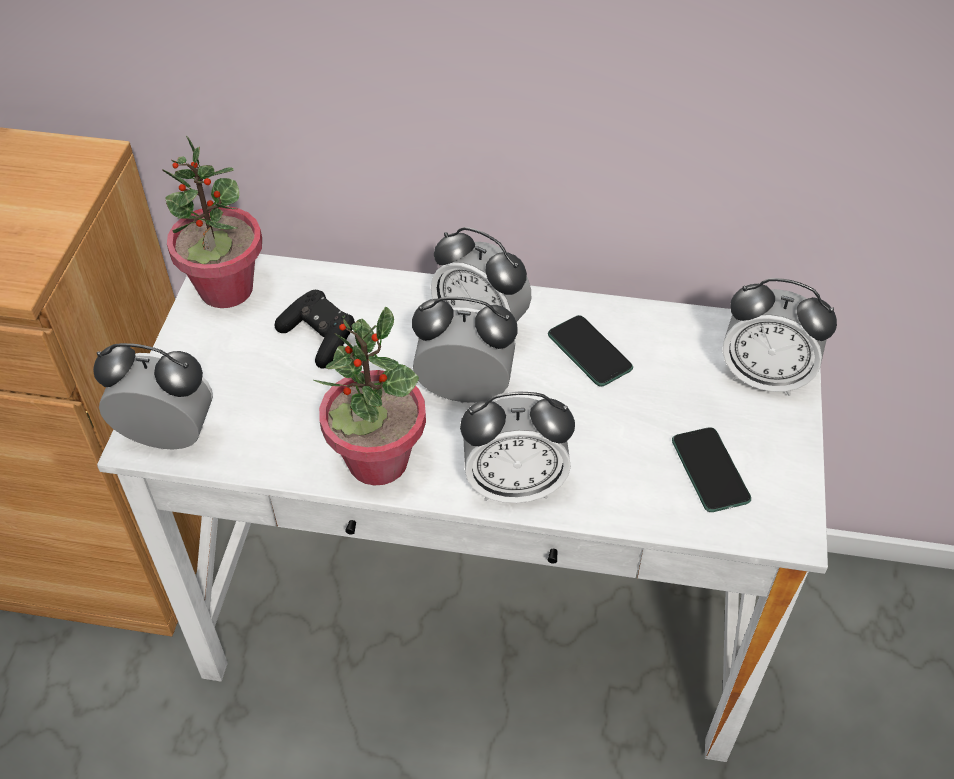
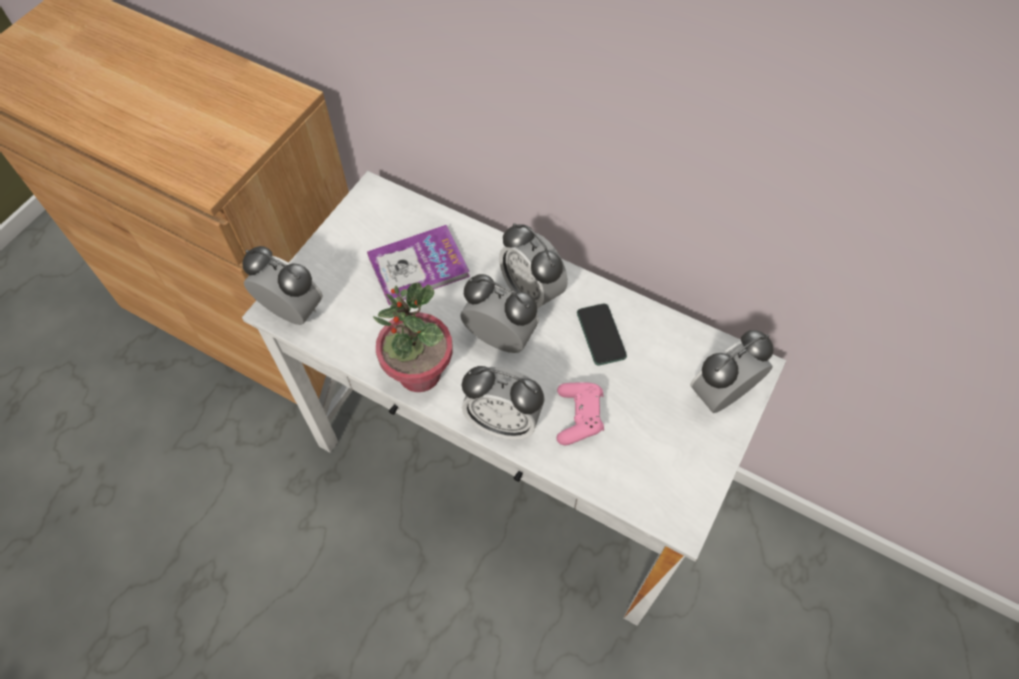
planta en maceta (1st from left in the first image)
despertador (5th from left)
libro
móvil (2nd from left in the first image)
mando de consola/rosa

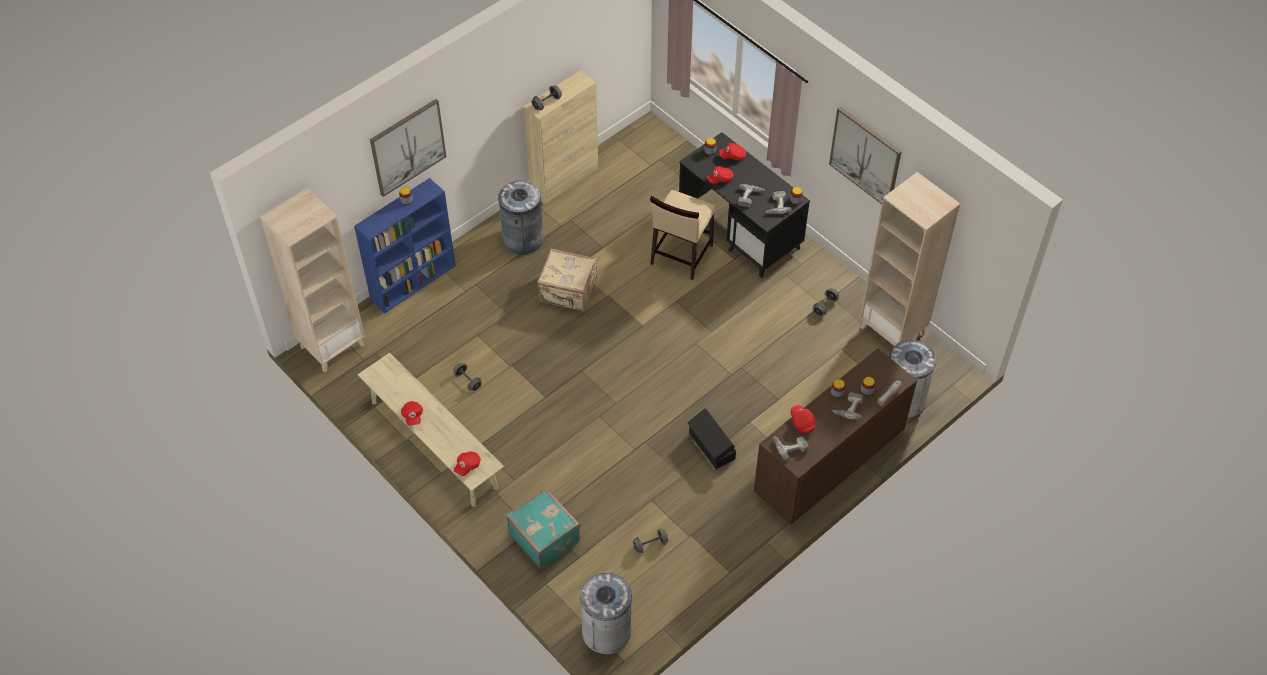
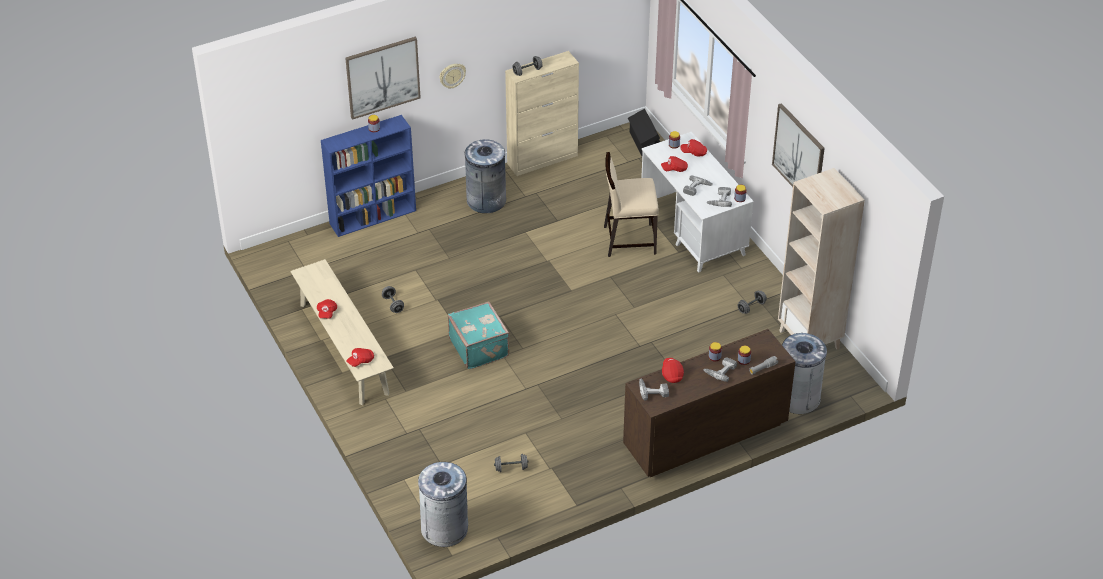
escritorio/blanco
estantería/beis (1st from left in the first image)
silla/beis
maleta/beis
caja de almacenaje/negro
maleta/turquesa
reloj de pared

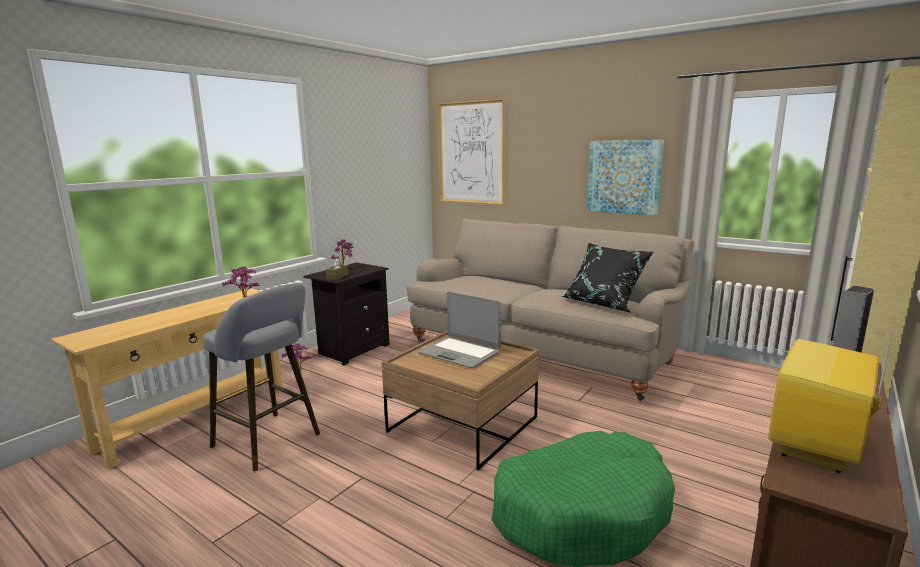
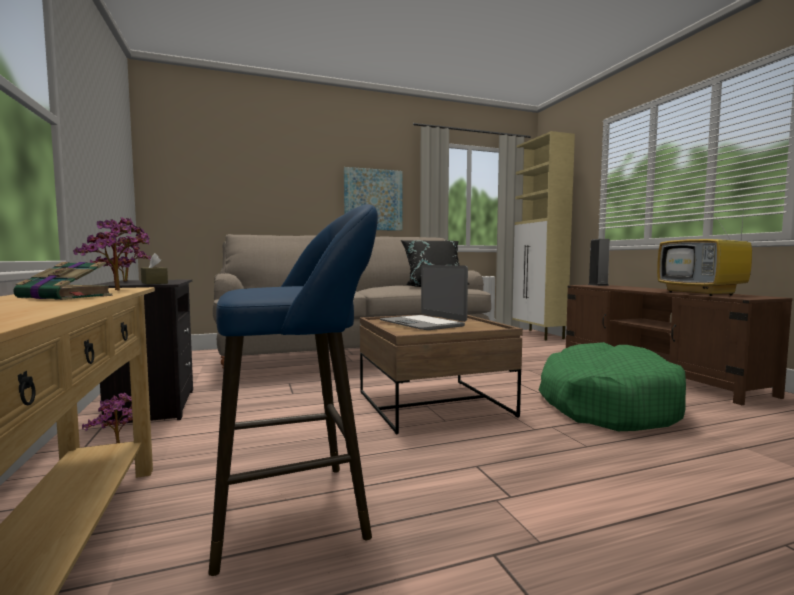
cuadro (1st from left in the first image)
taburete/azul
portátil
libro

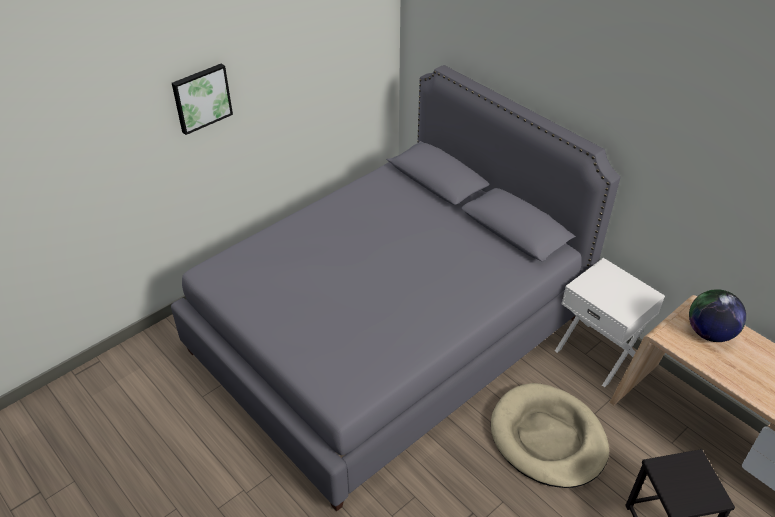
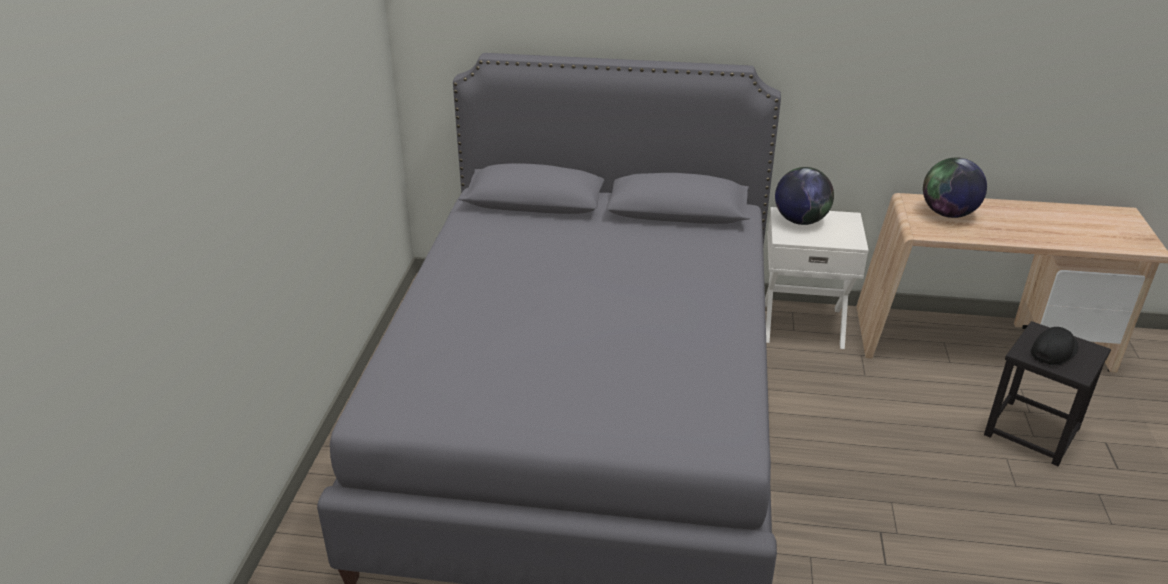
cuadro
cama para perro/beis
globo terráqueo (1st from left)
gorra/negro

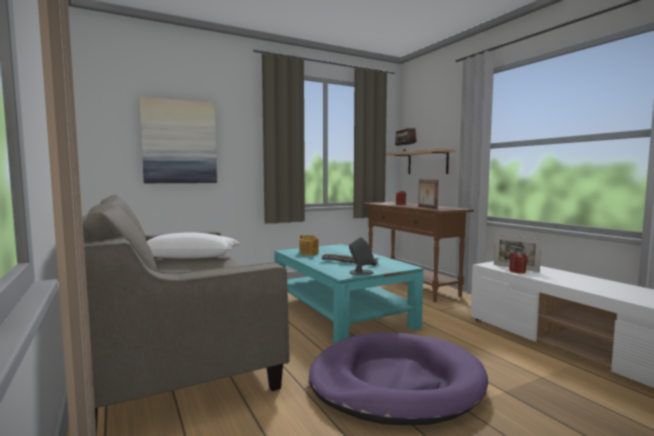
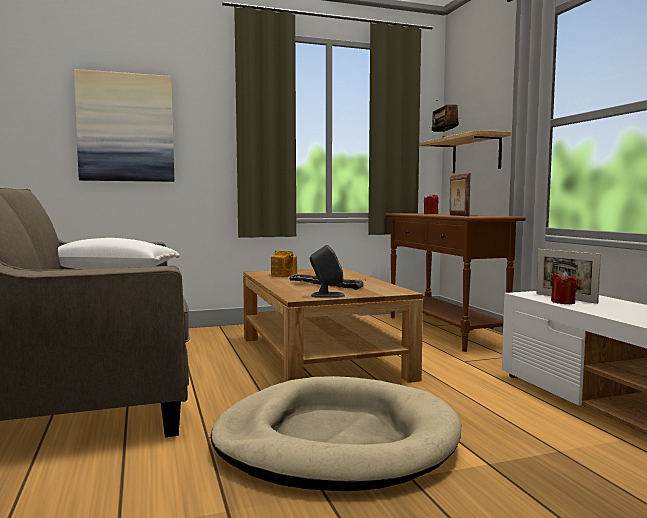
mesa de centro/marrón
cama para perro/beis

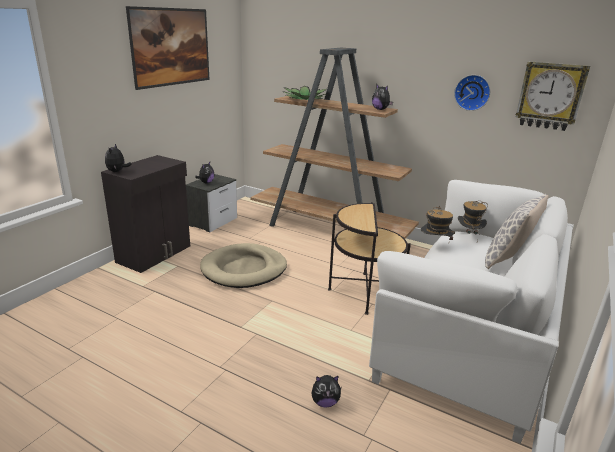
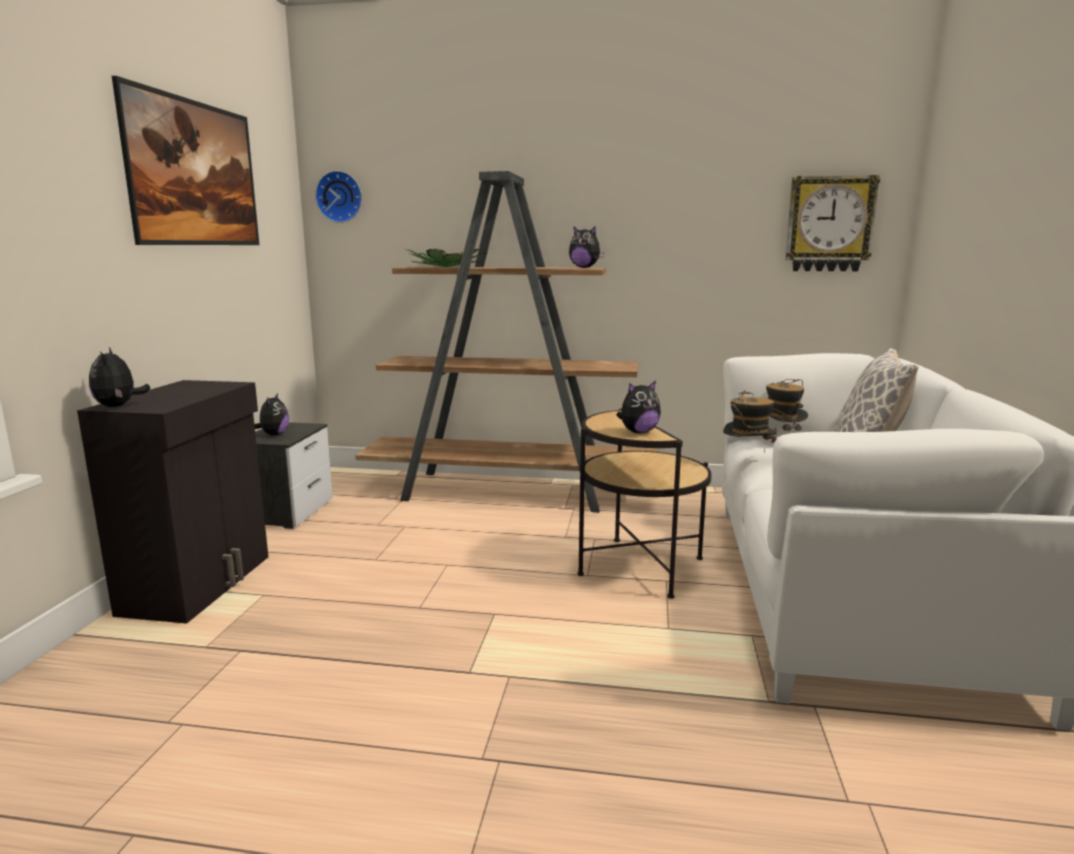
reloj de pared (1st from left)
cama para perro/beis
peluche (4th from left)

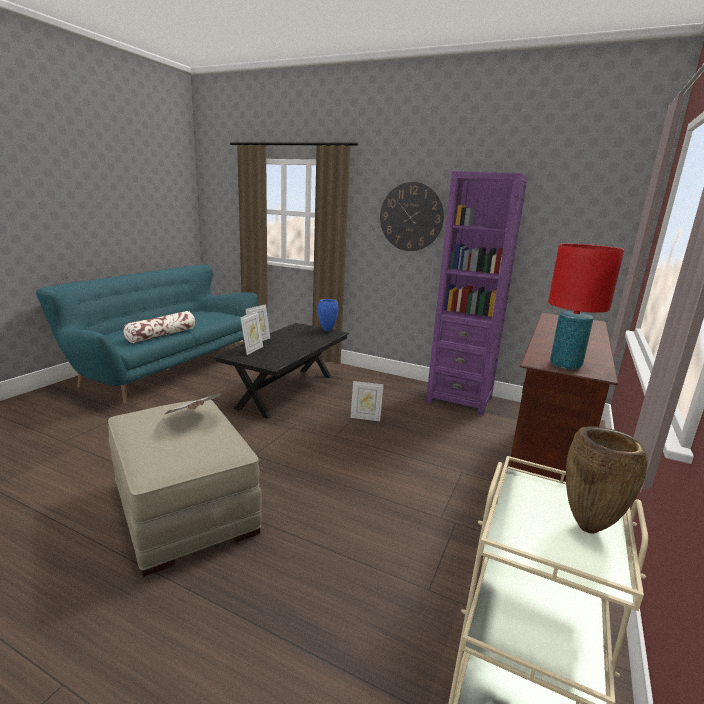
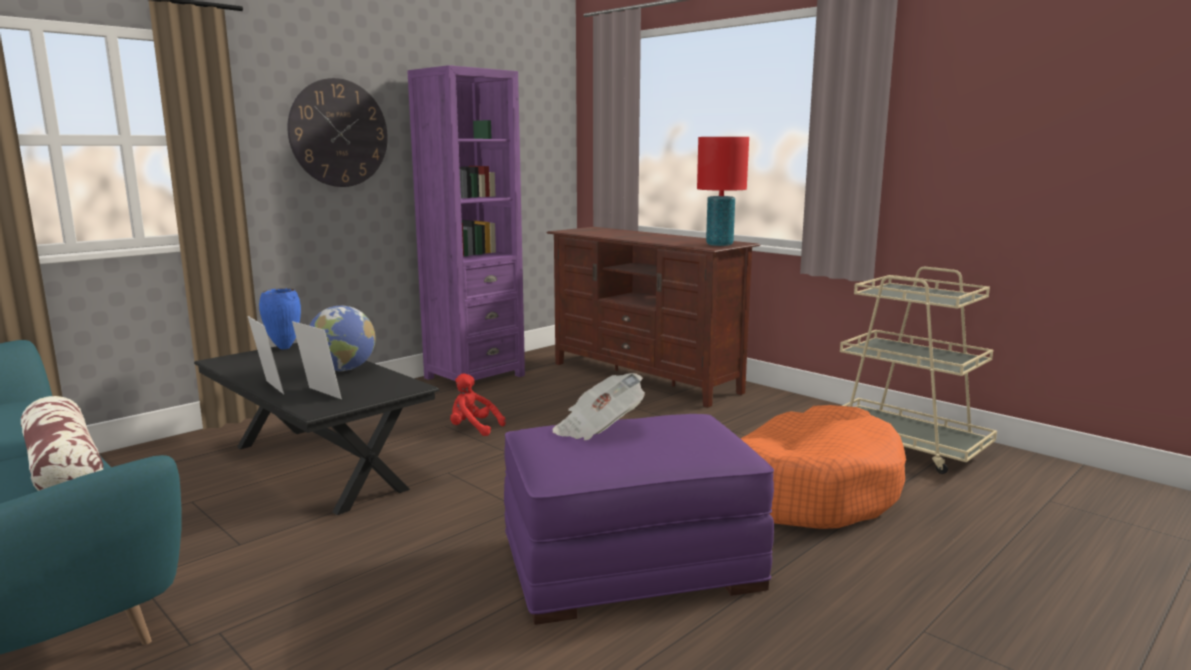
peluche/rojo
puf/morado
florero/marrón
globo terráqueo
cama para perro/naranja

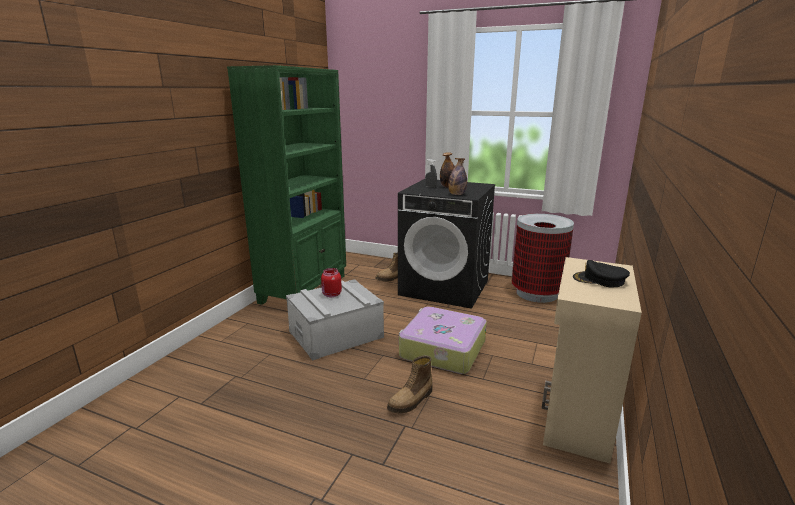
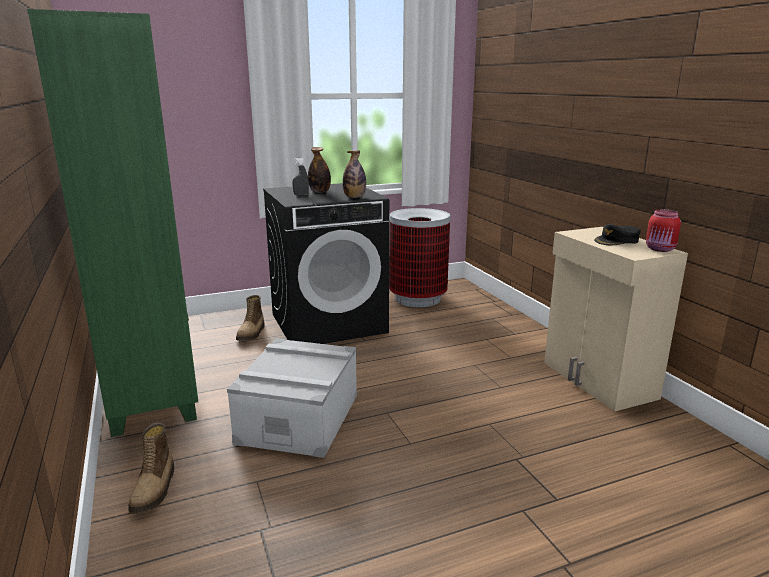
tarro/rojo
maleta
bota (1st from left)

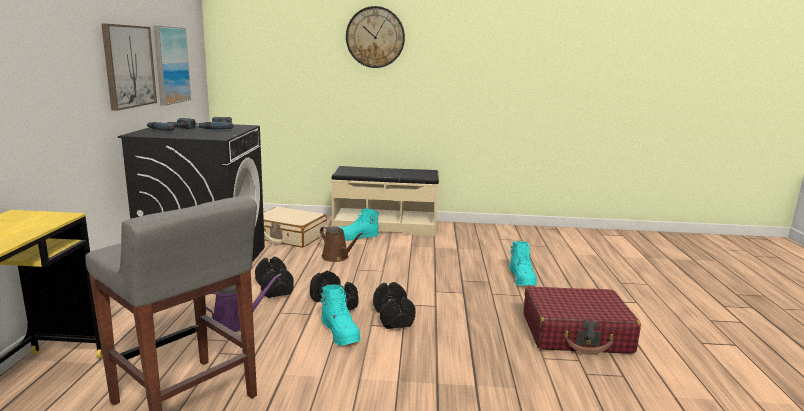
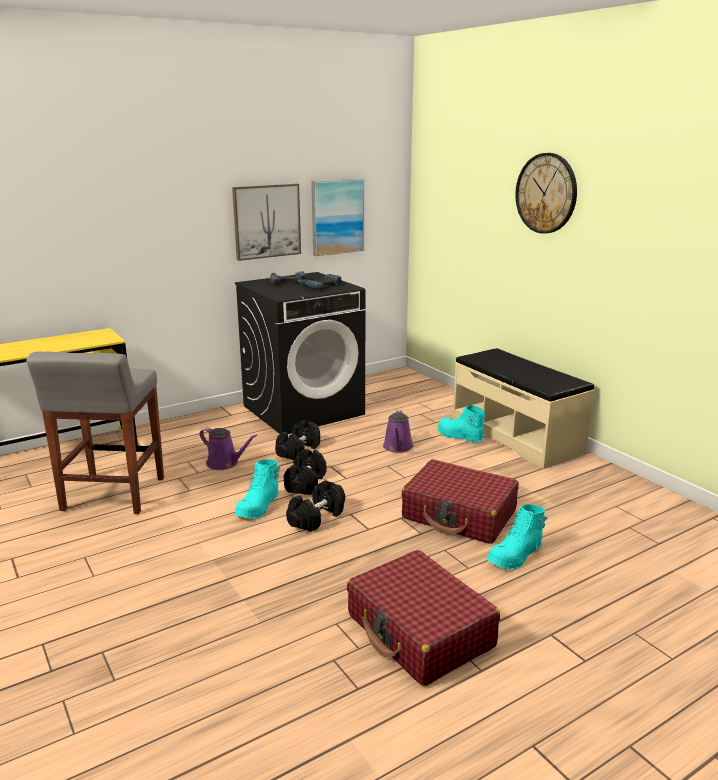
maleta/beis
regadera/morado (2nd from left)
maleta/rojo (2nd from left)

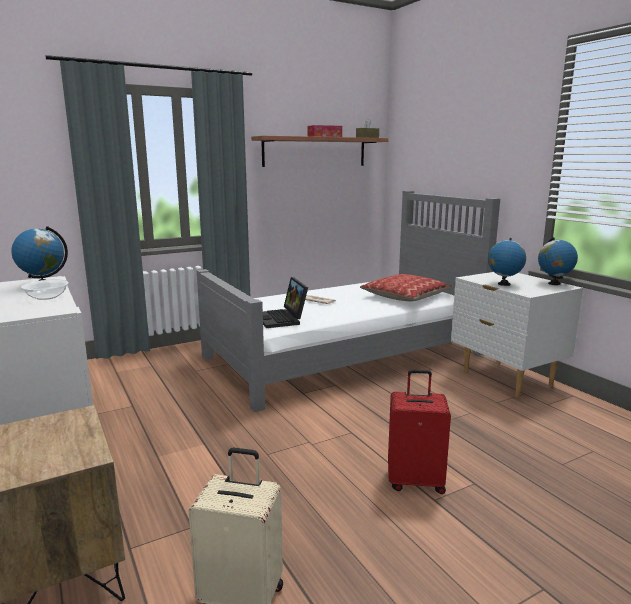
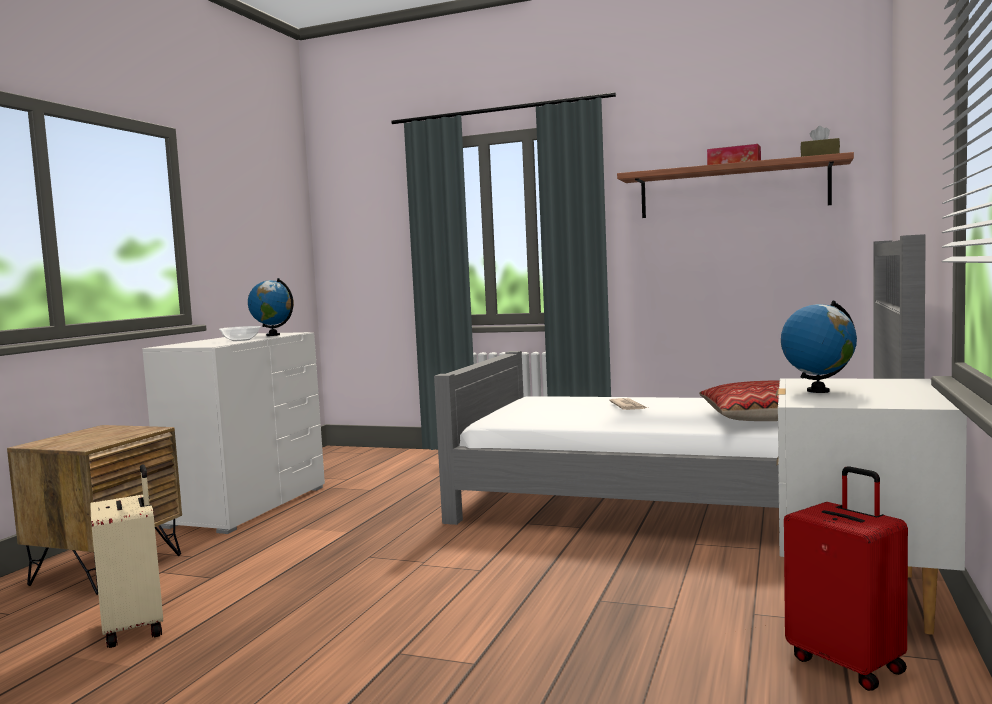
globo terráqueo (3rd from left in the first image)
portátil
maleta/rojo

